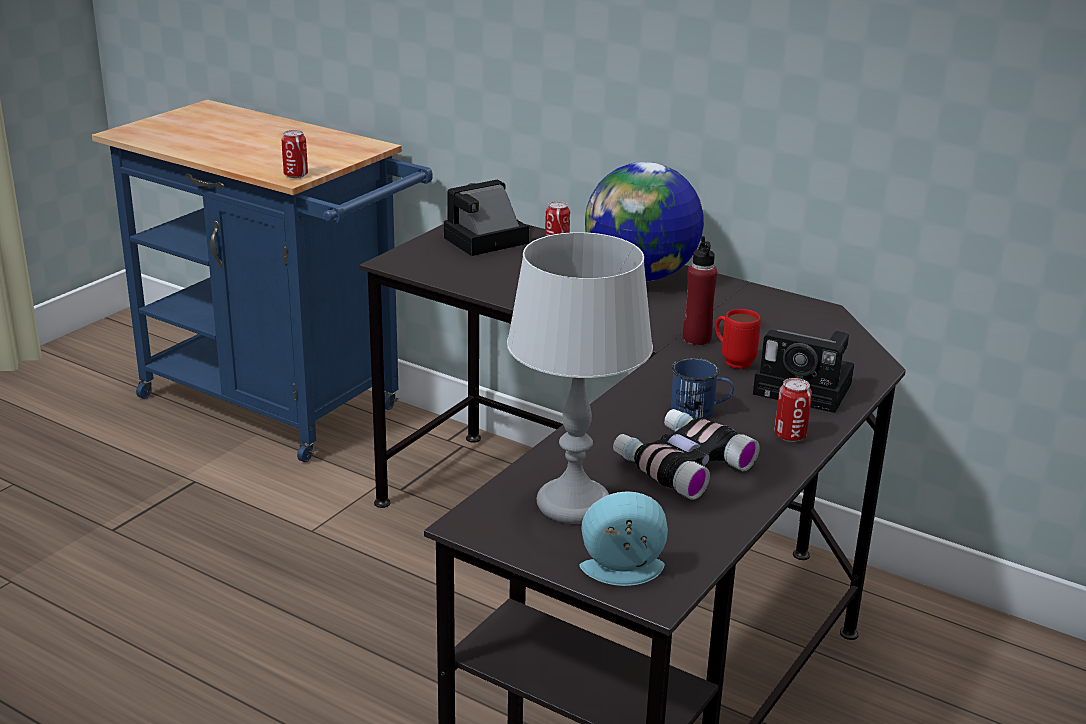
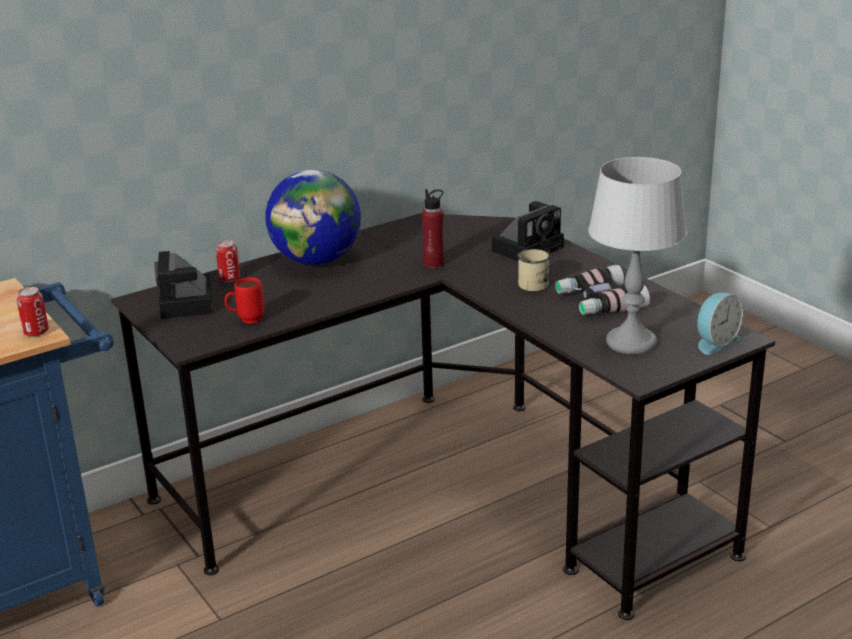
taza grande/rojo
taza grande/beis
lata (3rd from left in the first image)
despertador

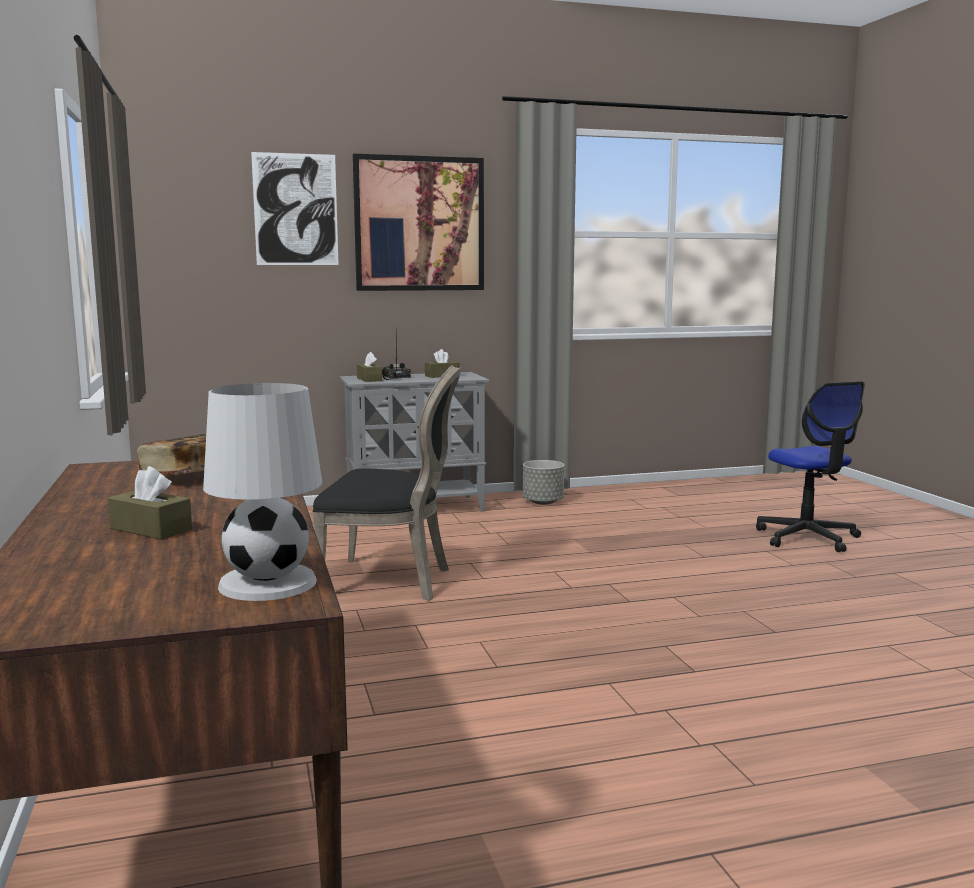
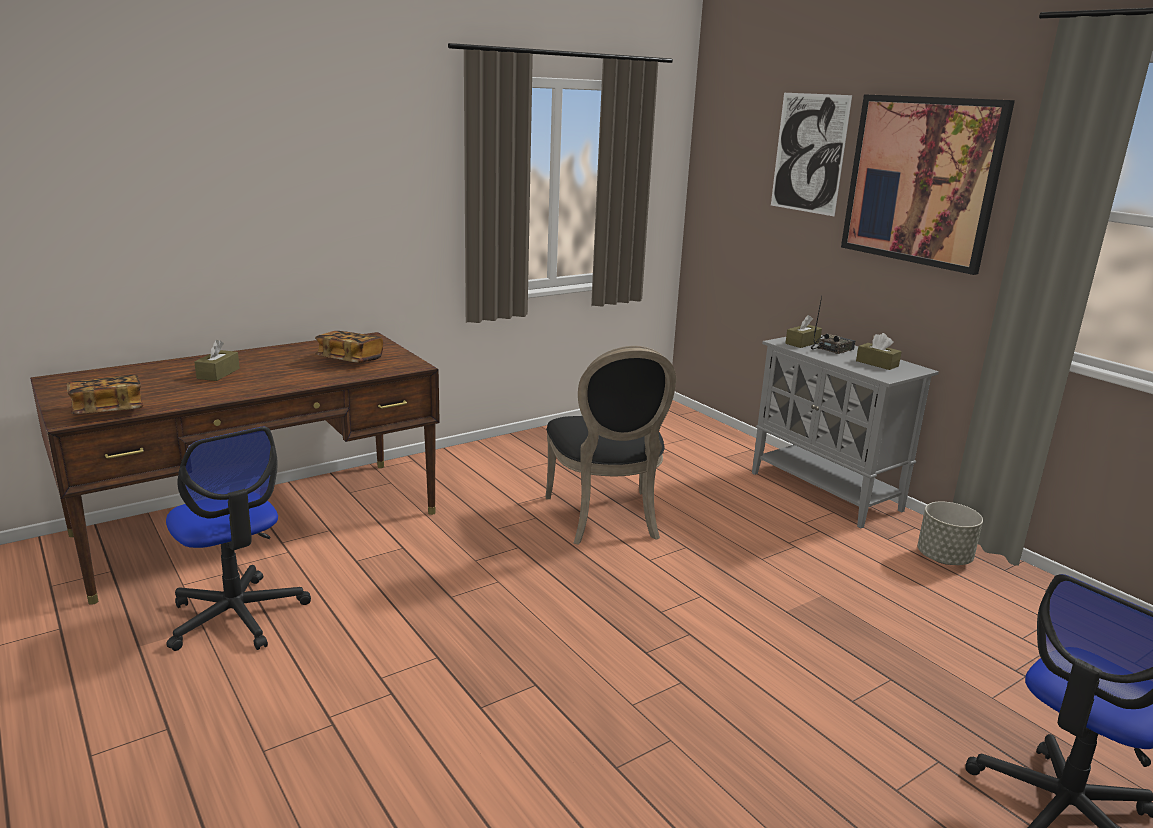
libro (1st from left)
silla de oficina (1st from left)

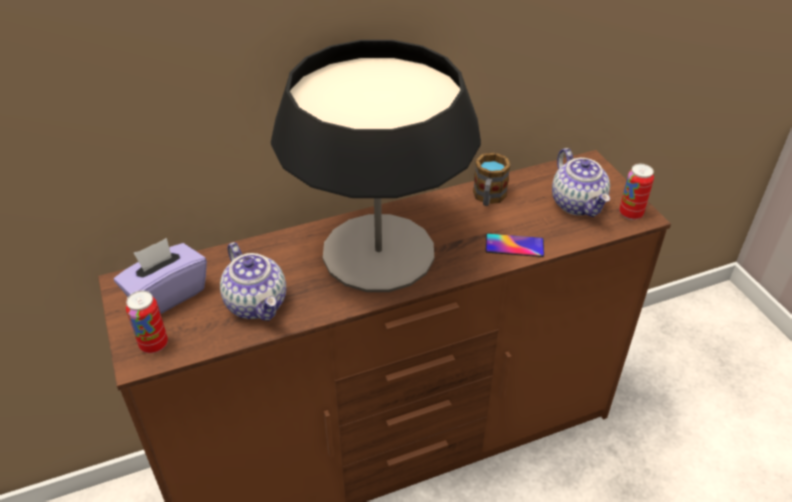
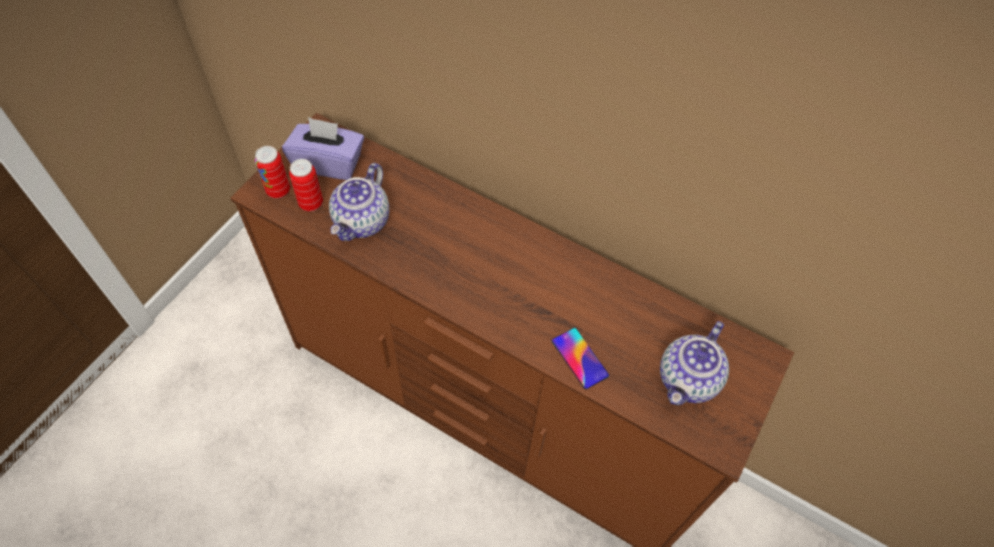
lámpara de mesa
taza grande
lata (2nd from left)

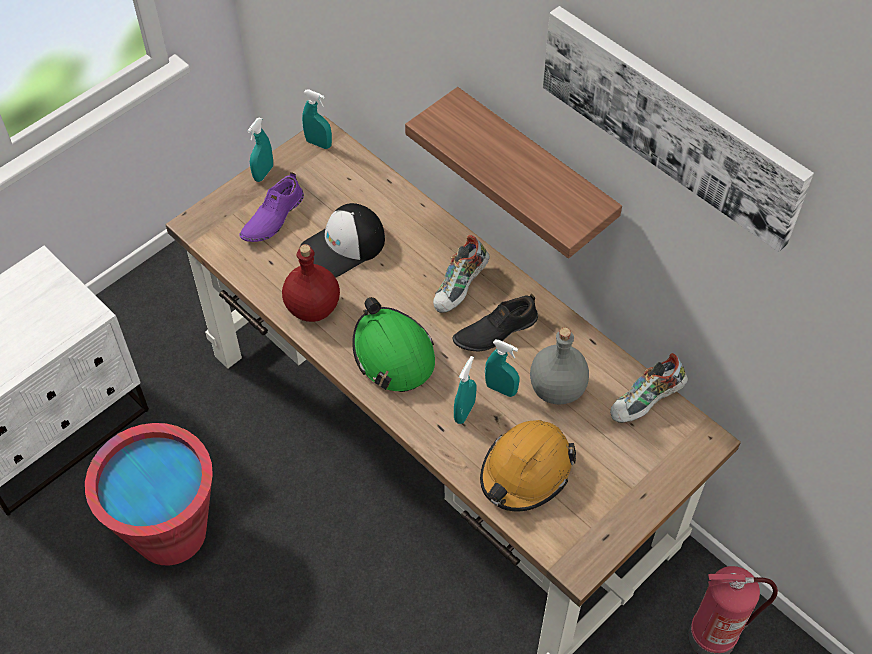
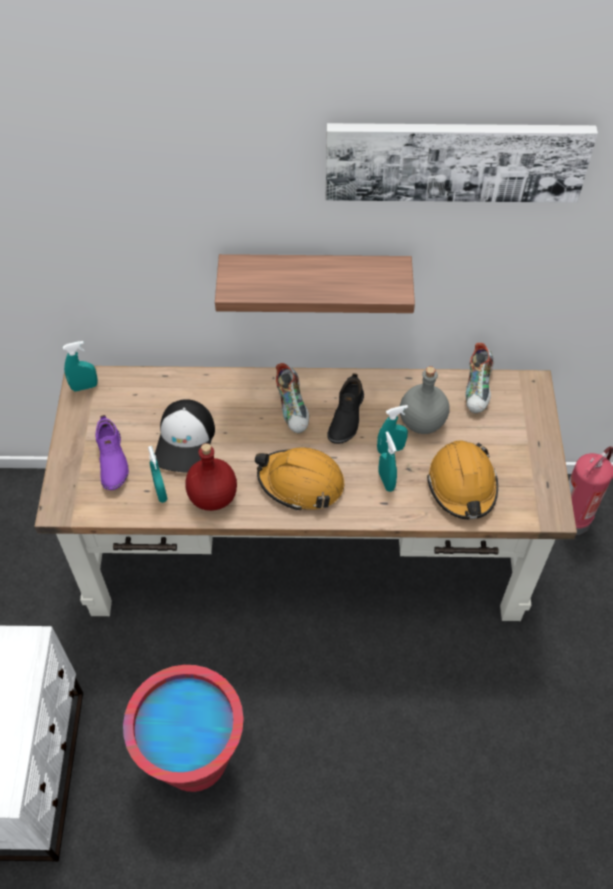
pulverizador/turquesa (2nd from left)
casco/naranja (1st from left)

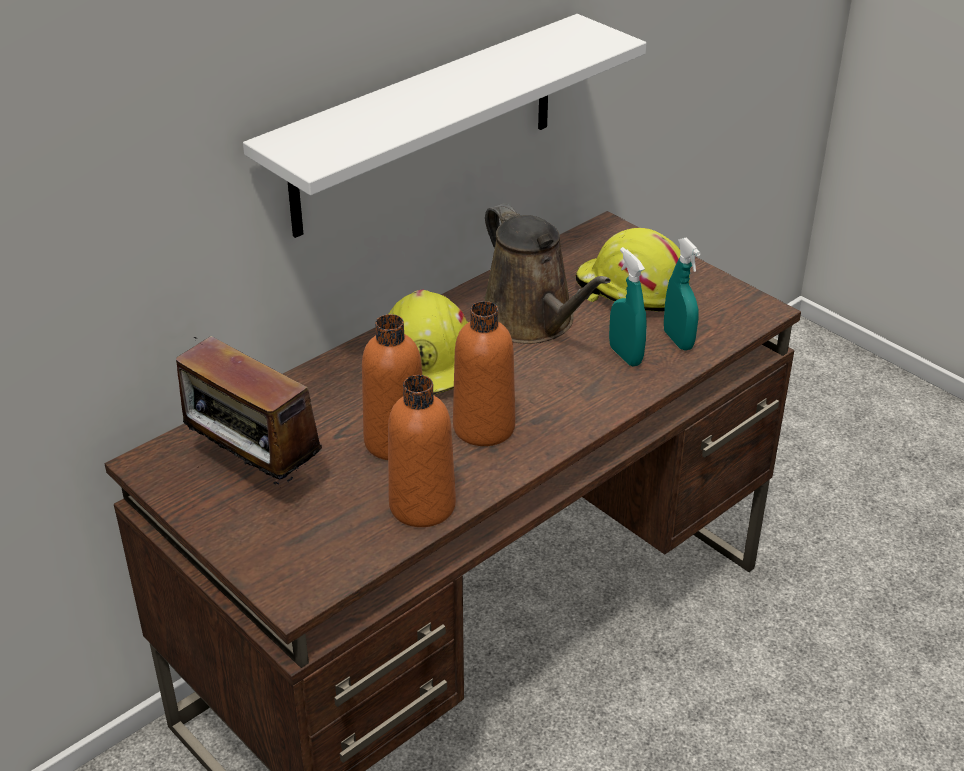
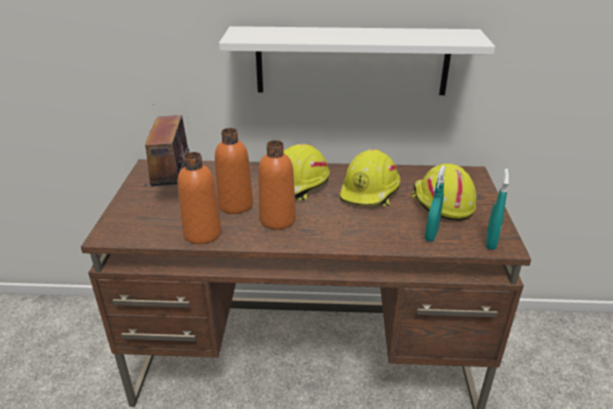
casco/amarillo (2nd from left)
pulverizador/turquesa (2nd from left)

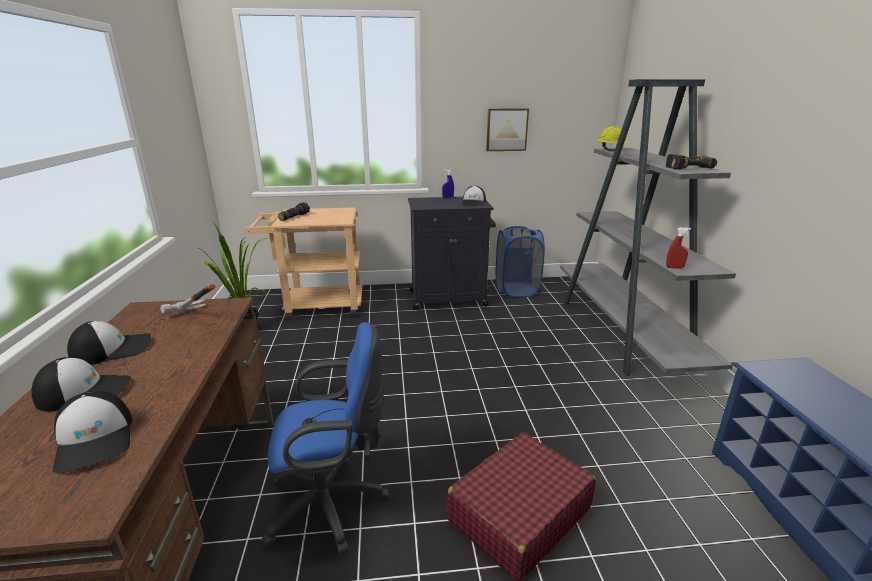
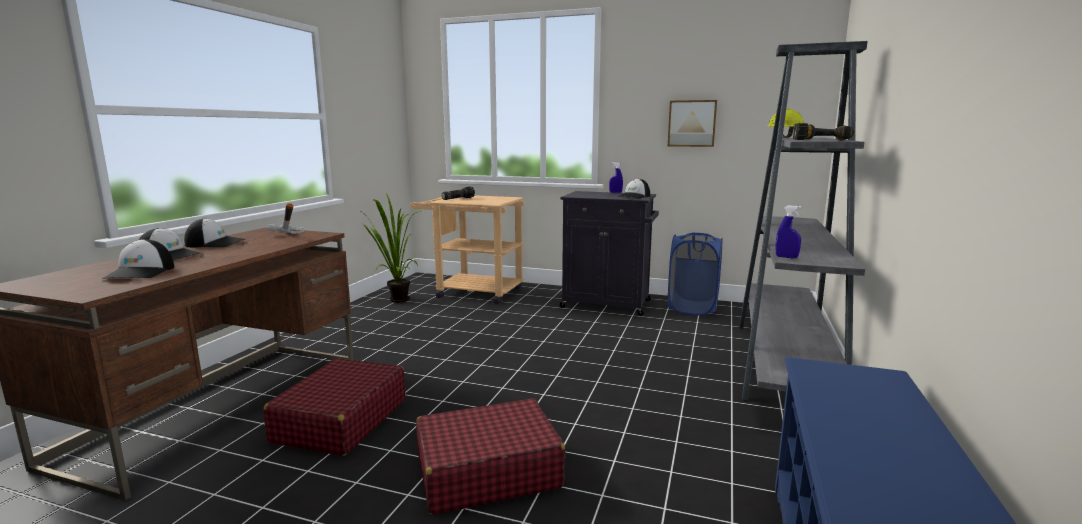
pulverizador/azul (2nd from left)
maleta/rojo (1st from left)

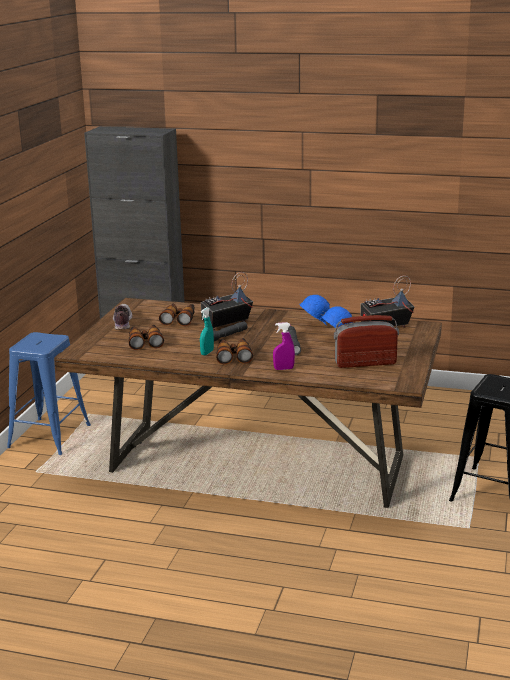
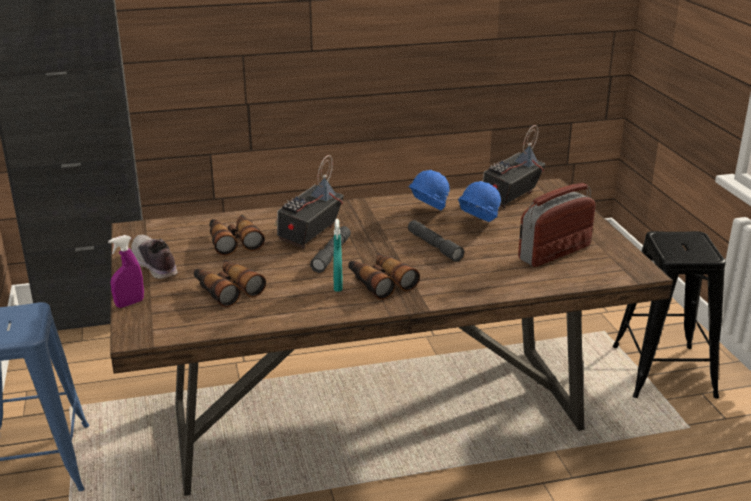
pulverizador/morado

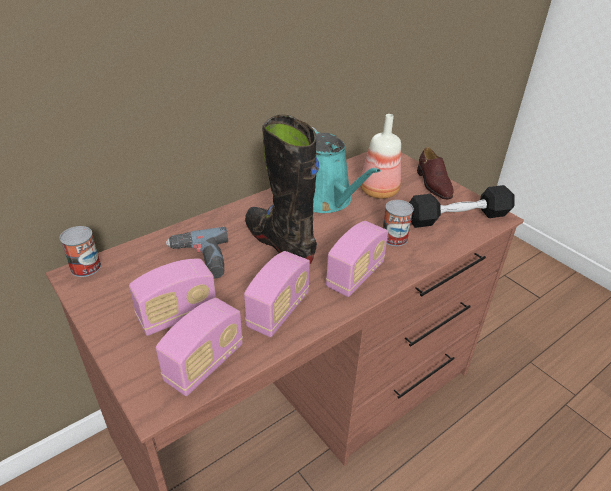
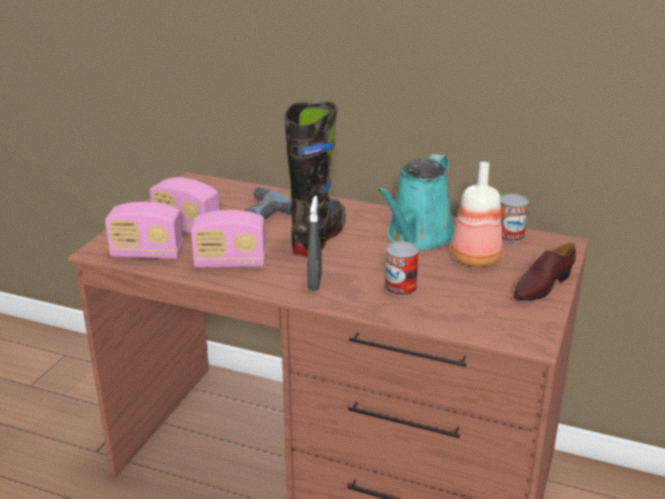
mancuerna/negro
pulverizador/gris
lata (2nd from left)

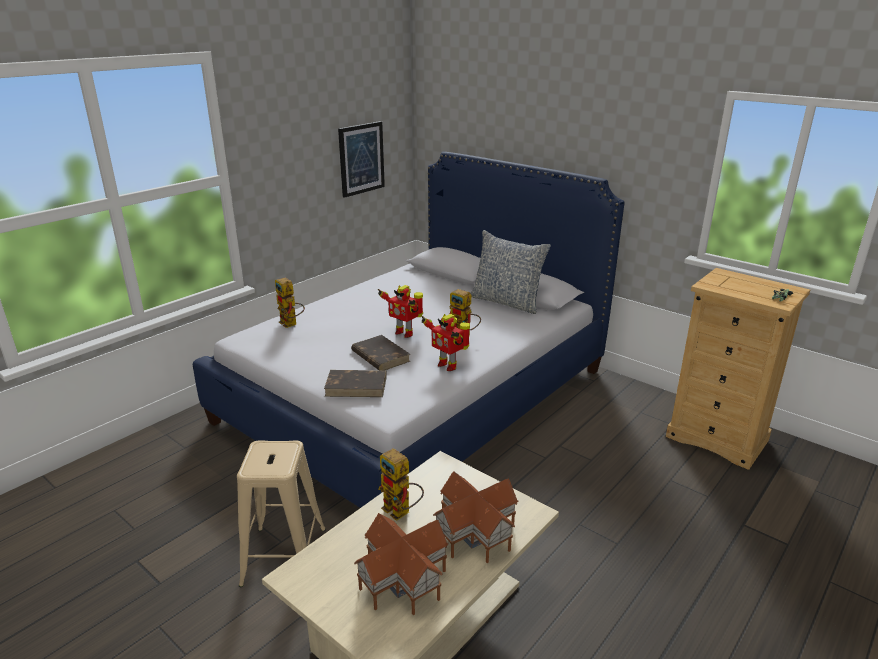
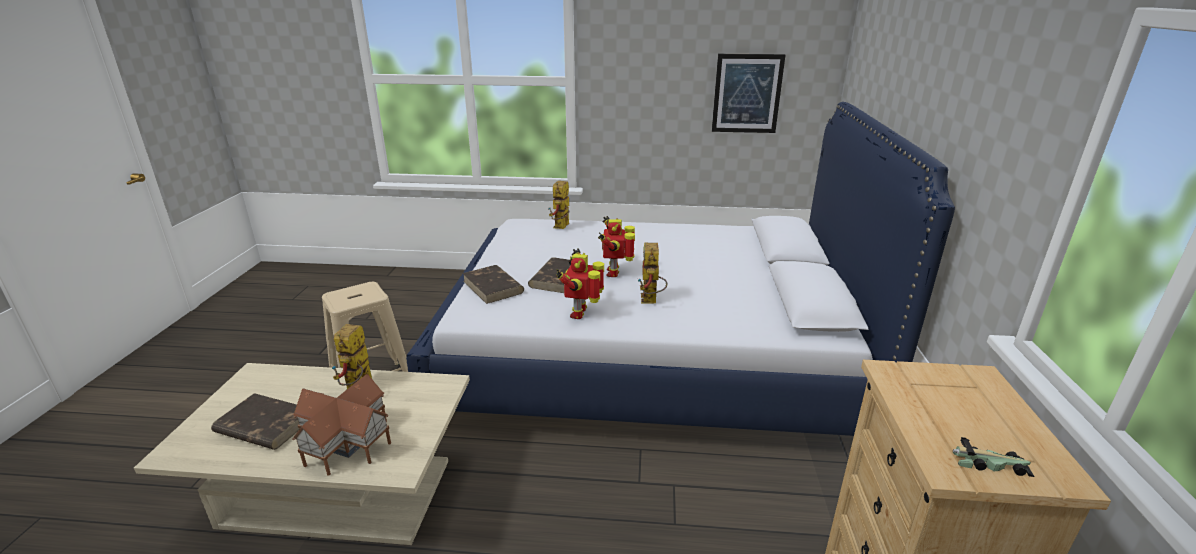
cojín
libro/marrón (1st from left)

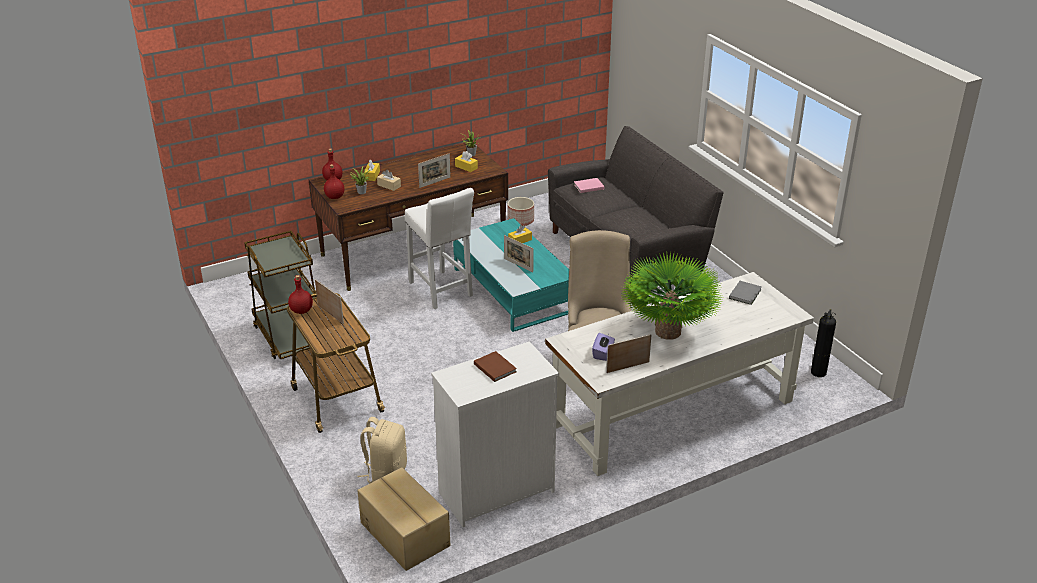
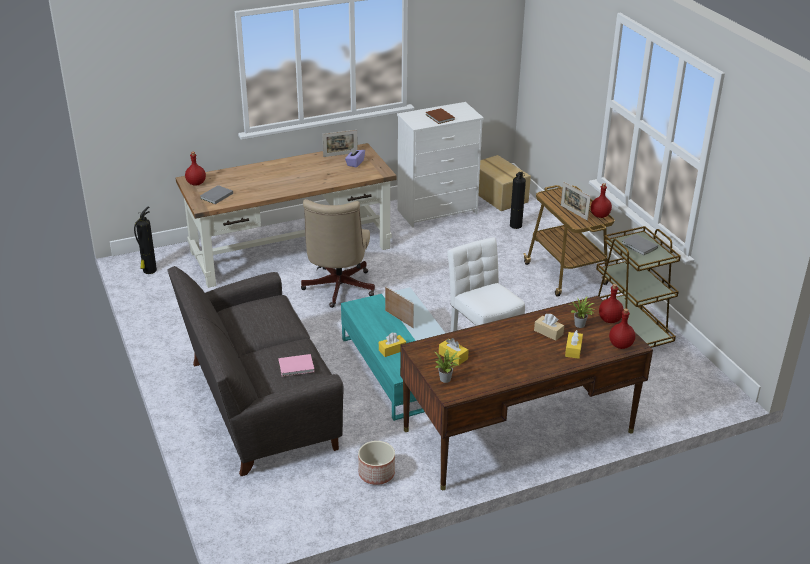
portarretratos (2nd from left in the first image)
planta en maceta (3rd from left in the first image)
escritorio/marrón (1st from left)
extintor (2nd from left)
botella/rojo (1st from left)
libro/gris (2nd from left)

